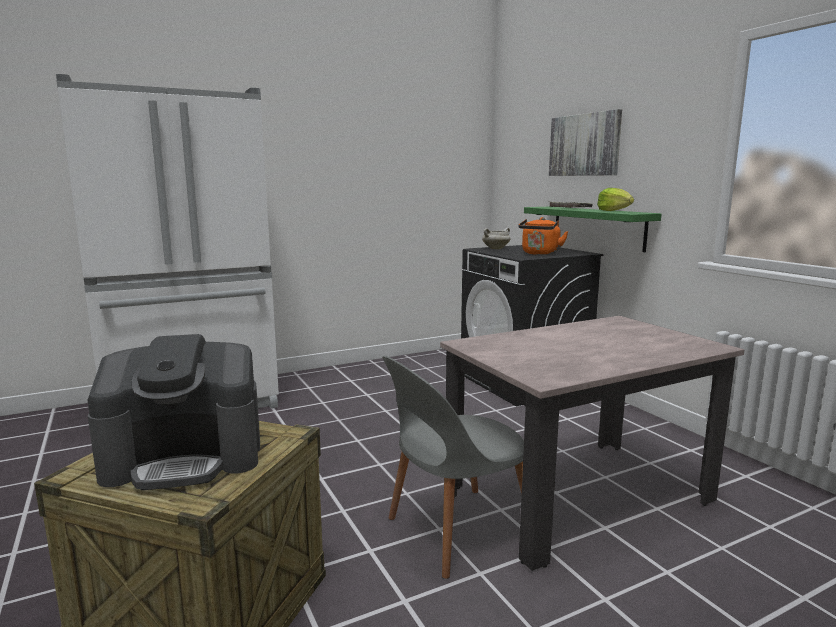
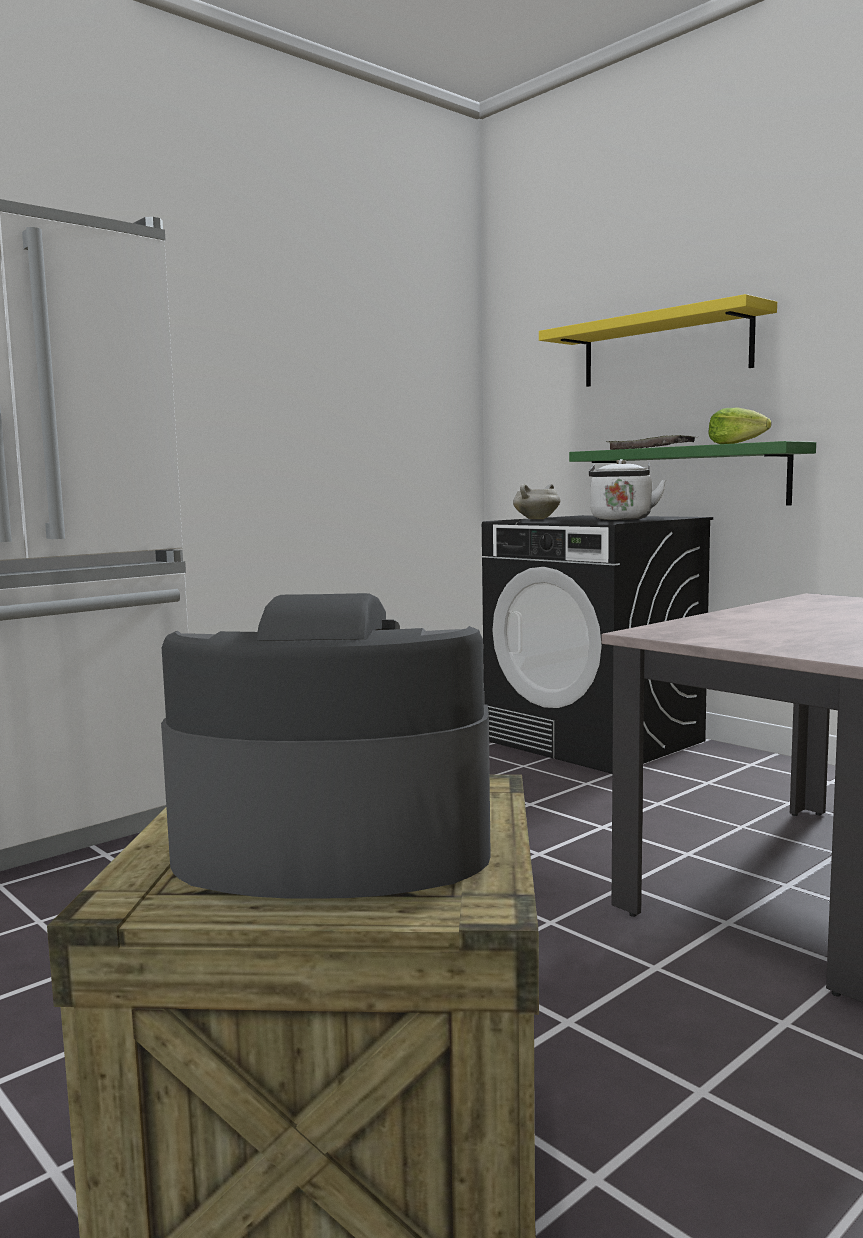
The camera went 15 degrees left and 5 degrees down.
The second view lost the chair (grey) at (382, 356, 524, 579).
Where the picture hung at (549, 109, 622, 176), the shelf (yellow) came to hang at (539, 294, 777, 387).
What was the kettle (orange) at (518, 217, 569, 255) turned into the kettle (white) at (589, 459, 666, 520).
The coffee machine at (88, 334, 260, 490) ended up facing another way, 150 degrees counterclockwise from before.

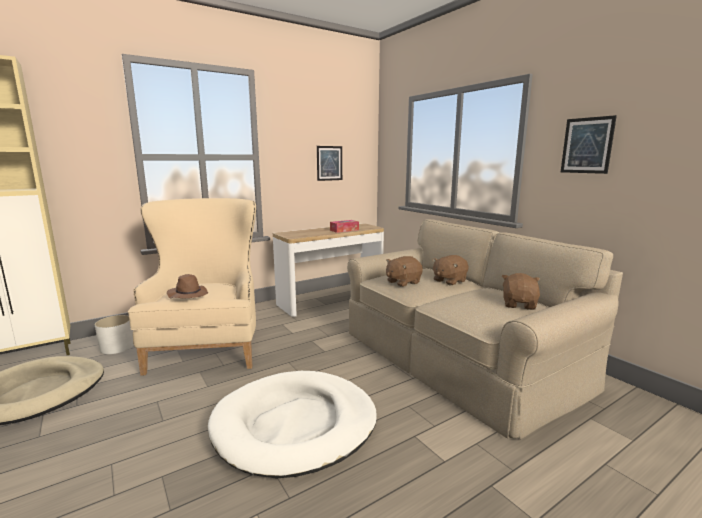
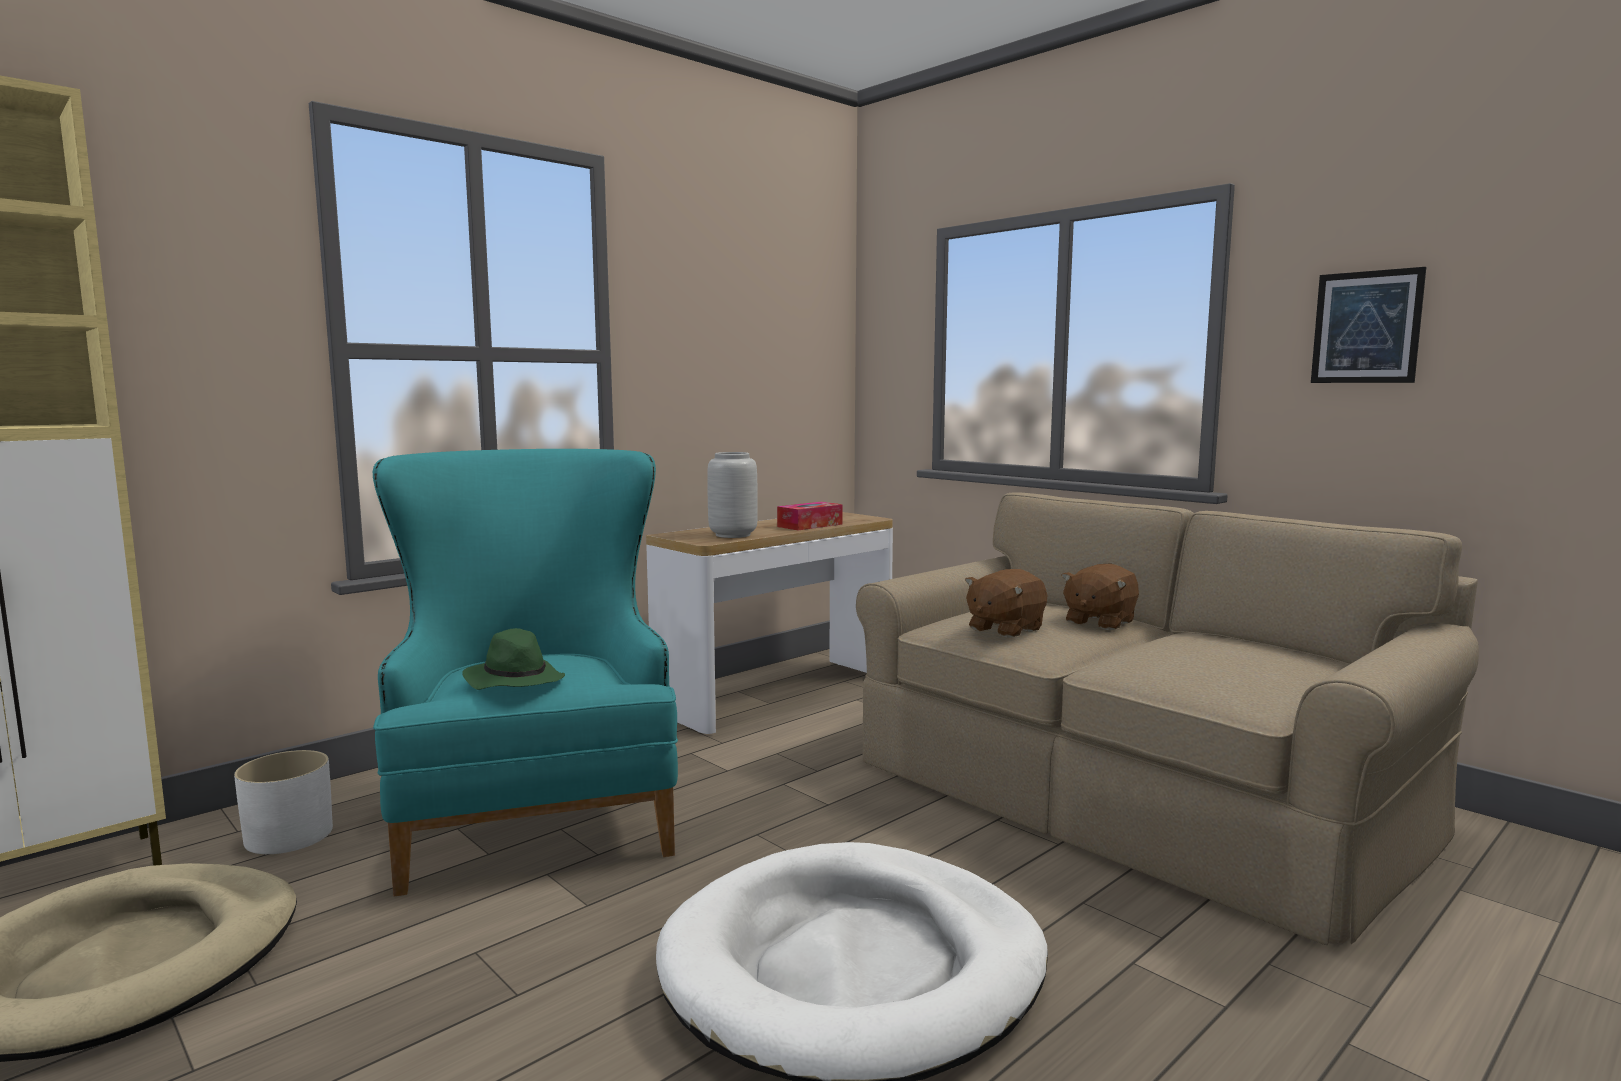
The camera went 10 degrees left and 5 degrees down.
The second view lost the picture at (317, 146, 342, 181).
The second view lost the plush toy (brown) at (502, 273, 540, 310).
The second view gained the vase (grey) at (707, 452, 758, 538).
What was the armchair (beige) at (128, 198, 256, 376) turned into the armchair (turquoise) at (373, 449, 678, 896).
What was the hat (brown) at (167, 274, 208, 298) turned into the hat (green) at (462, 628, 565, 690).

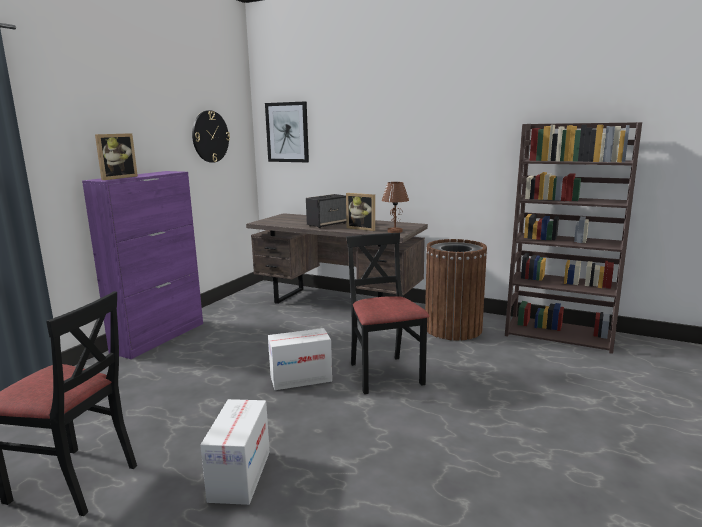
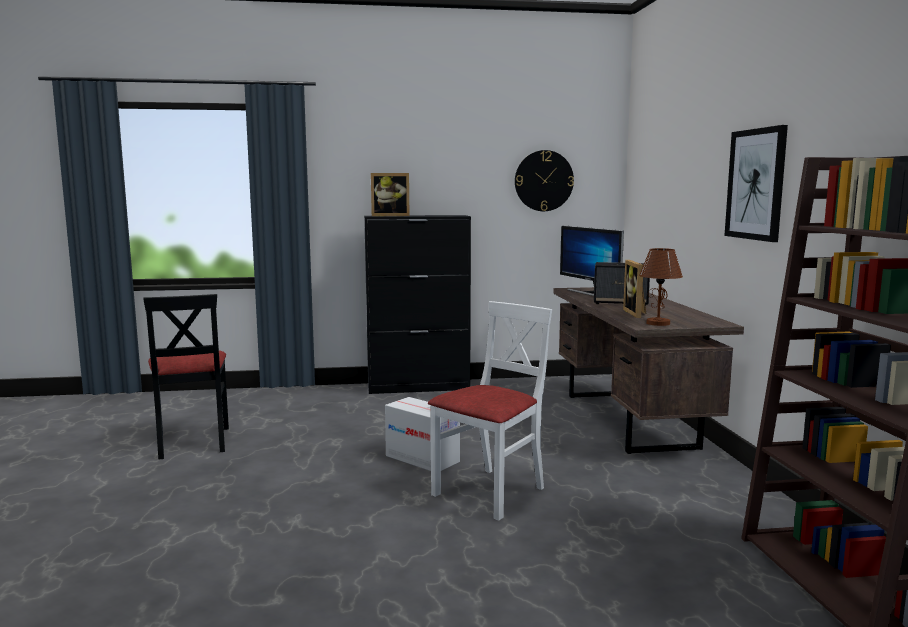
The camera went 55 degrees right and 5 degrees down.
The second view lost the cardboard box at (200, 399, 270, 505).
The second view lost the trash can (brown) at (425, 239, 487, 341).
The second view gained the monitor at (560, 225, 624, 296).
The picture ended up elsewhere, having gone from (265, 102, 309, 162) to (725, 125, 788, 242).
What was the cabinet (purple) at (82, 171, 203, 359) turned into the cabinet (black) at (364, 215, 471, 394).
What was the chair (black) at (346, 233, 430, 394) turned into the chair (white) at (428, 301, 552, 521).

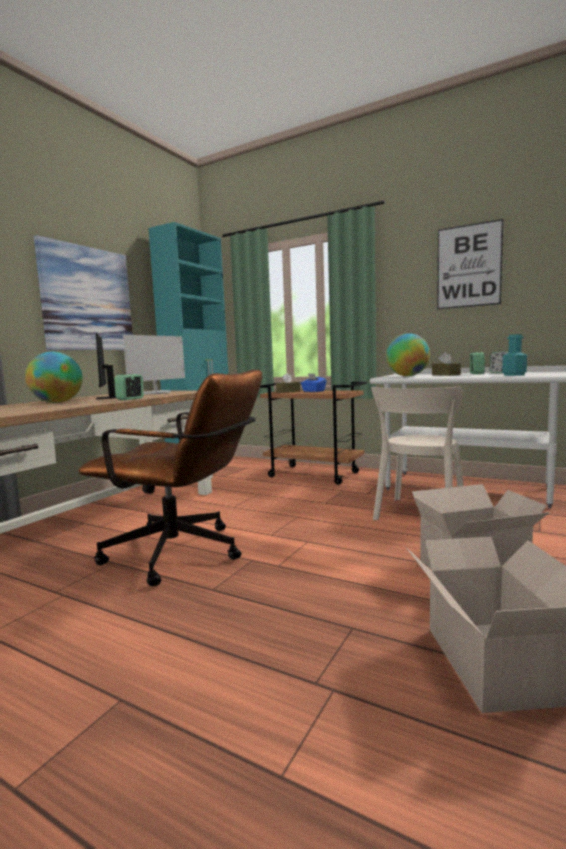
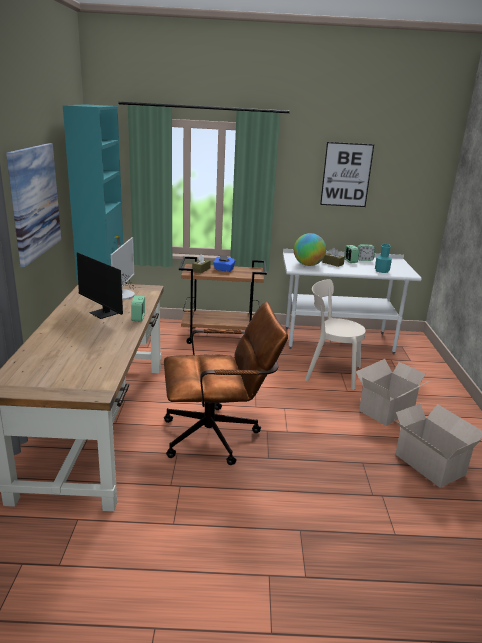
The camera went 30 degrees left and 15 degrees up.
The second view lost the globe at (25, 352, 83, 403).
The chair (beige) at (371, 387, 463, 520) ended up facing another way, 105 degrees clockwise from before.

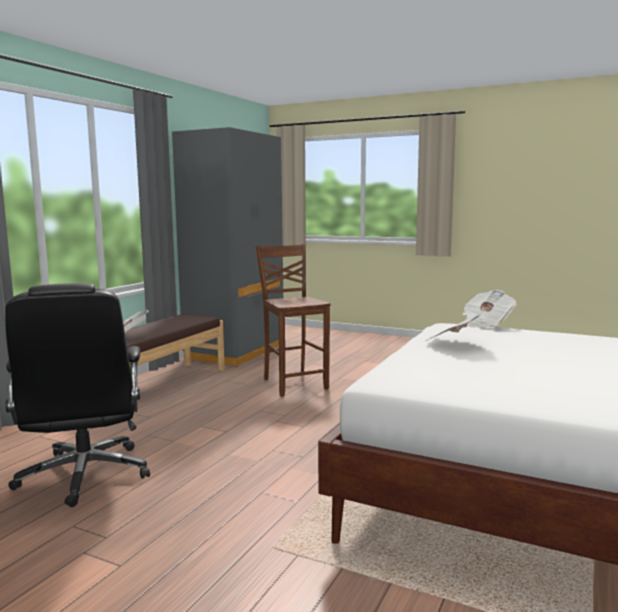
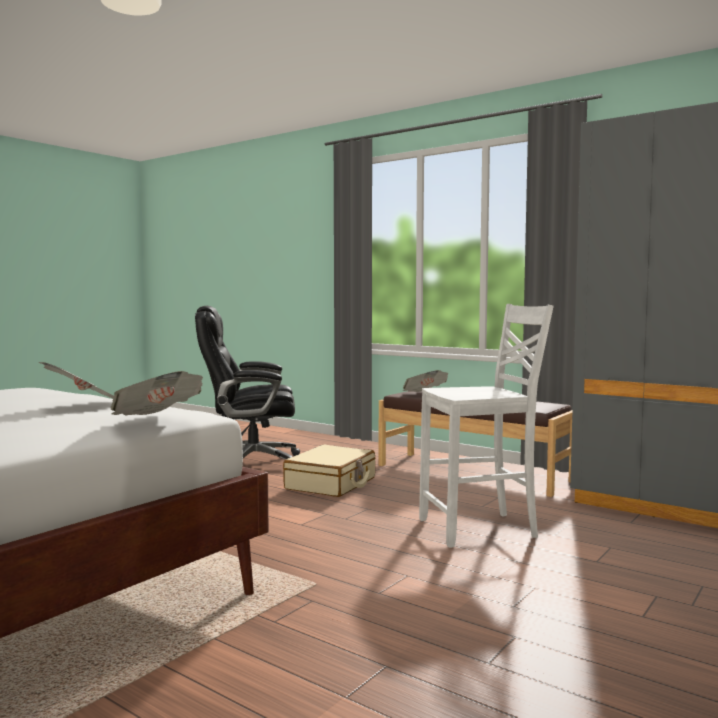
The camera went 100 degrees right and 5 degrees down.
The second view gained the suitcase (beige) at (283, 445, 375, 497).
What was the chair (brown) at (256, 244, 331, 397) turned into the chair (white) at (419, 304, 554, 548).

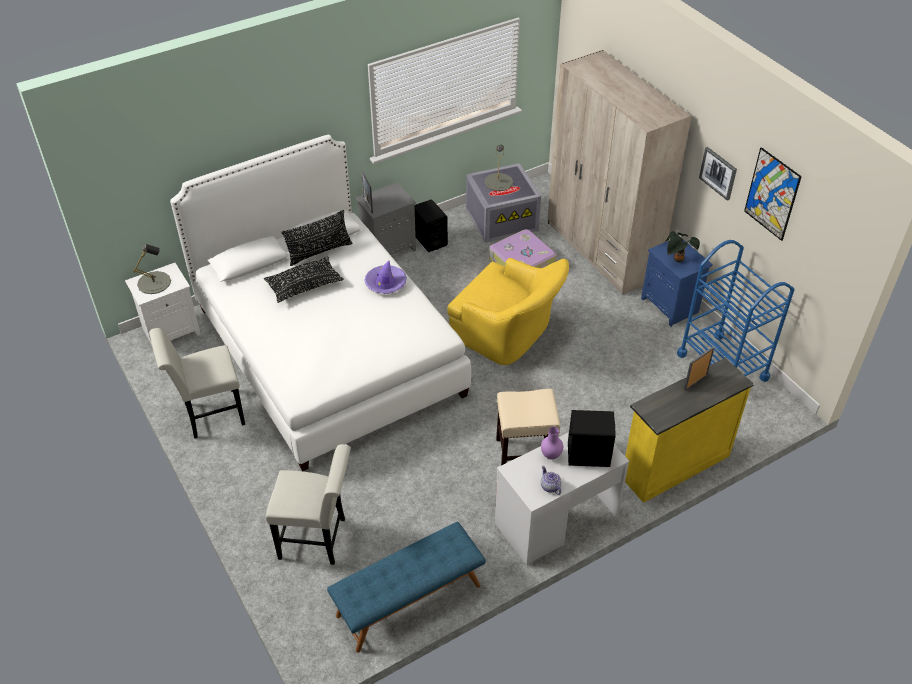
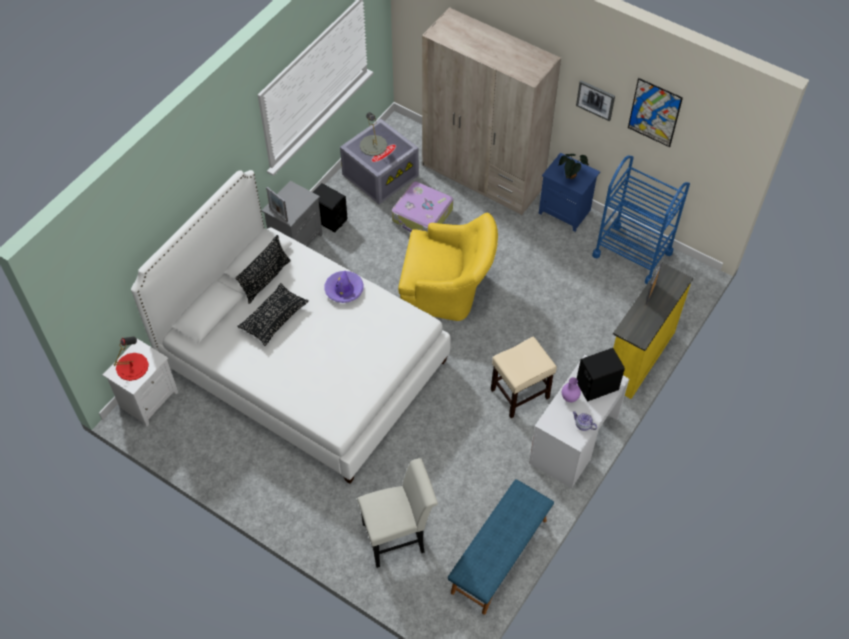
The camera went 25 degrees left and 10 degrees up.
The second view lost the chair (white) at (149, 328, 245, 439).
What was the table lamp (grey) at (133, 244, 171, 294) turned into the table lamp (red) at (113, 336, 149, 381).

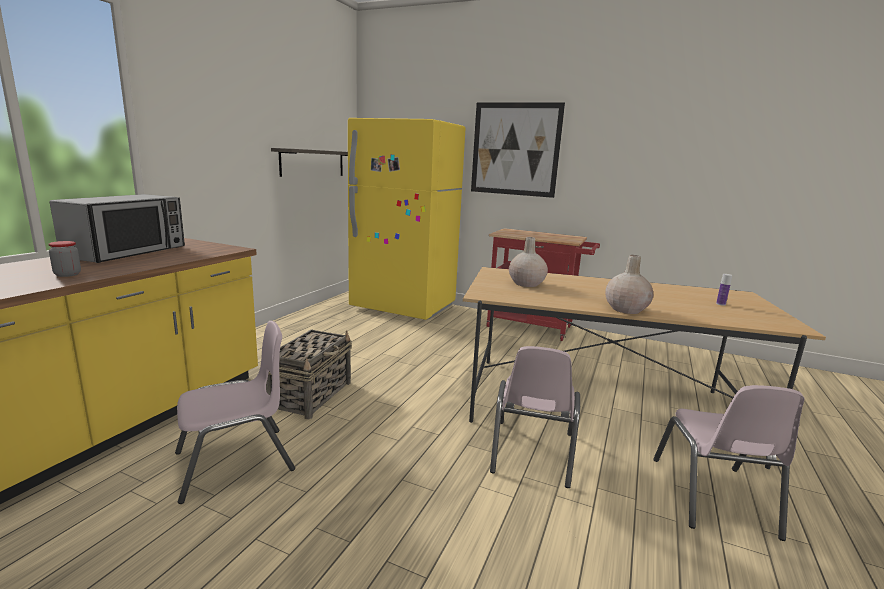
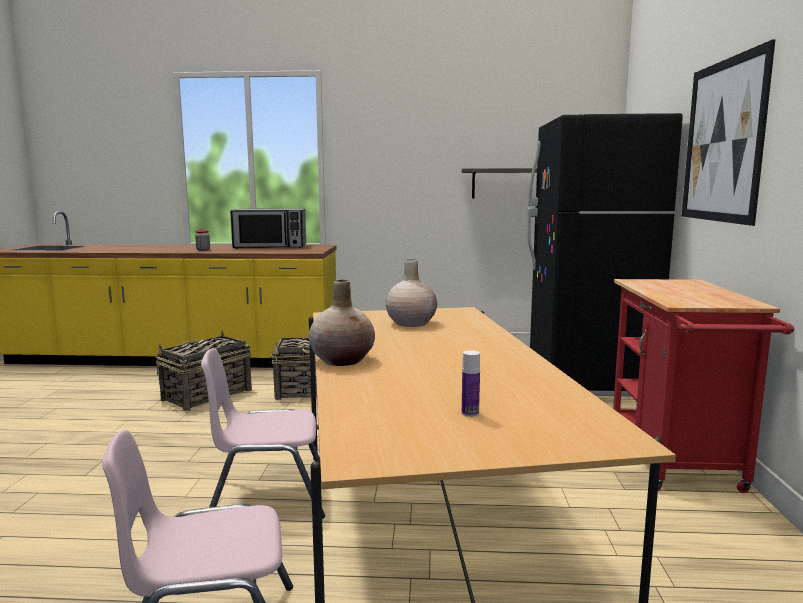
The camera went 70 degrees right and 5 degrees down.
Where the chair (pink) stood at (175, 321, 295, 504), the basket came to stand at (155, 331, 252, 411).
What was the fridge (yellow) at (348, 118, 465, 320) turned into the fridge (black) at (527, 113, 683, 397).

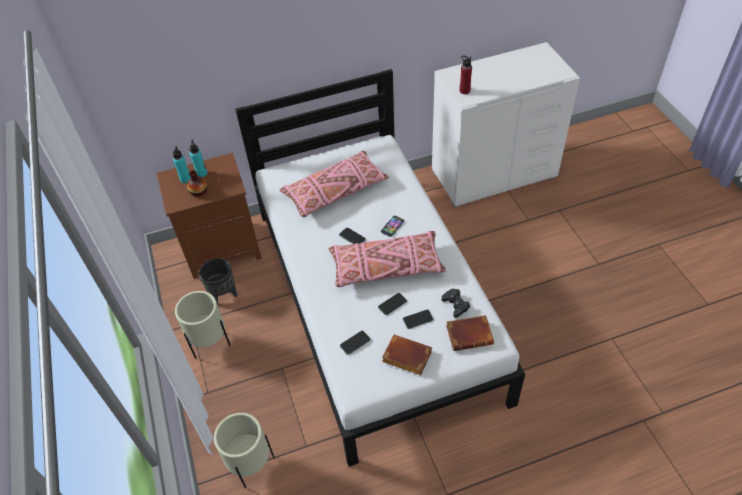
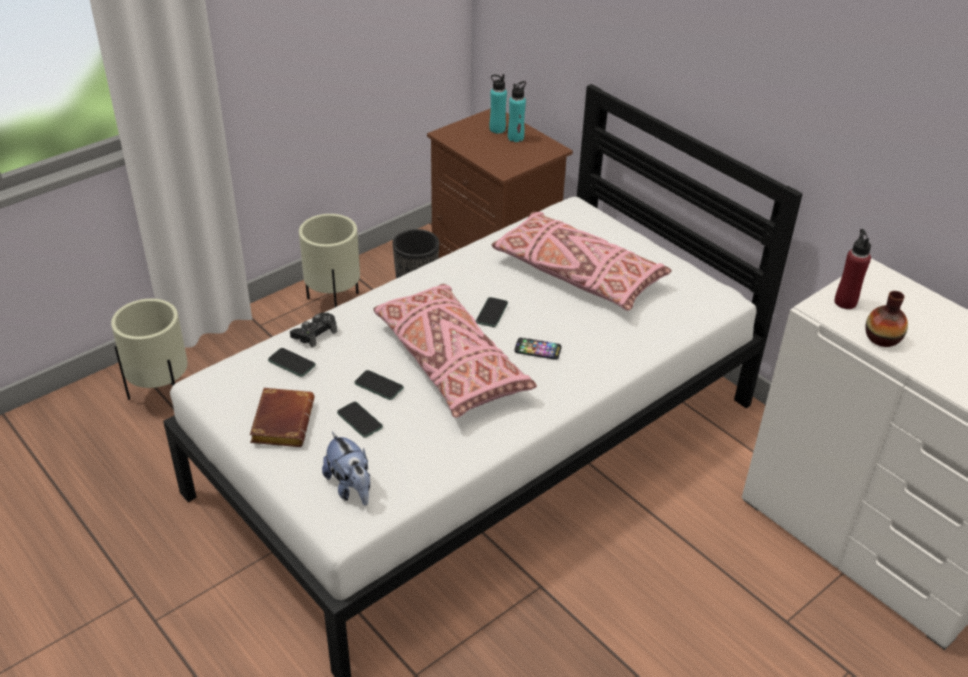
The camera went 65 degrees right and 10 degrees down.
The vase ended up elsewhere, having gone from (187, 170, 207, 197) to (865, 291, 908, 347).
The game controller (black) ended up elsewhere, having gone from (442, 289, 470, 318) to (290, 313, 337, 348).
Where the book (brown) stood at (446, 315, 494, 351), the plush toy came to stand at (322, 432, 370, 506).

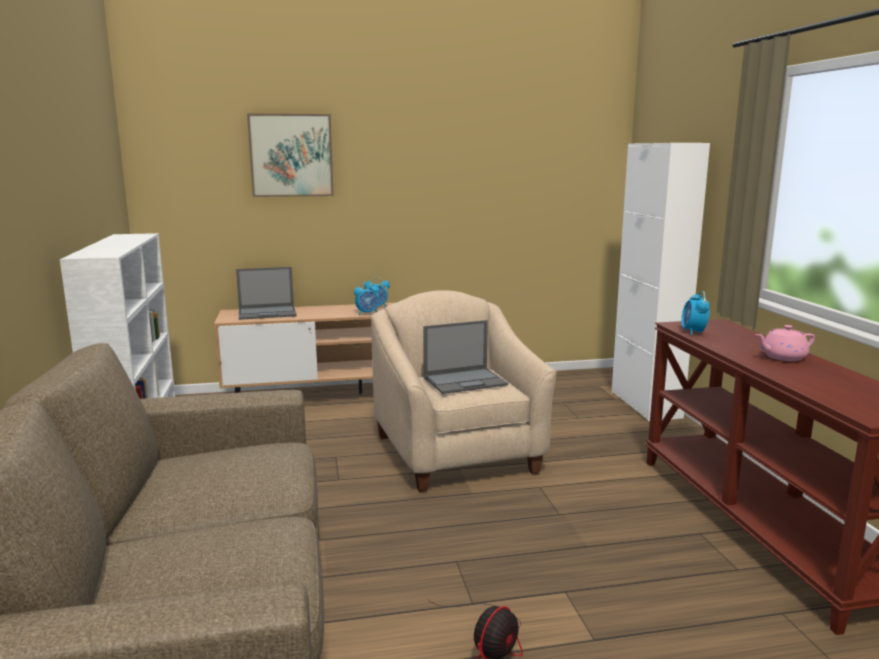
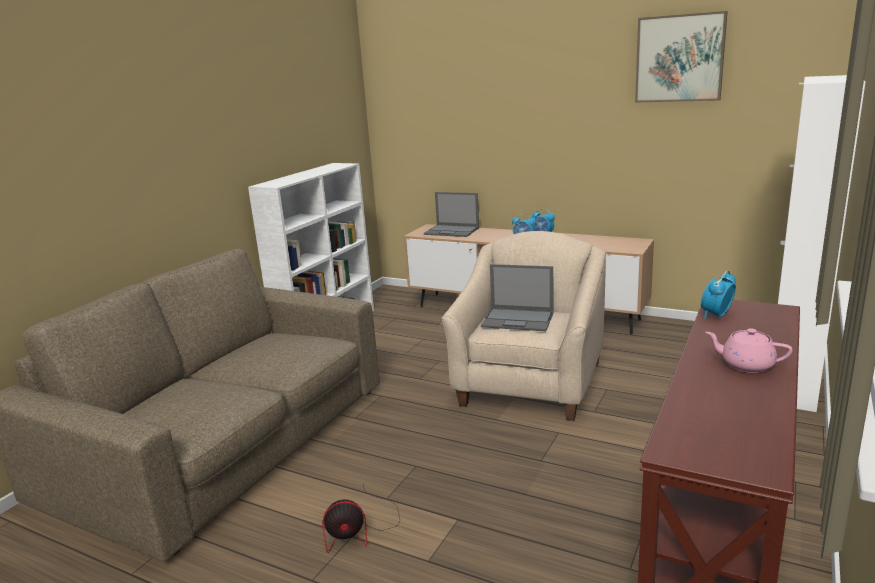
The camera went 40 degrees right and 5 degrees up.
The picture ended up elsewhere, having gone from (247, 113, 334, 197) to (635, 11, 728, 103).

